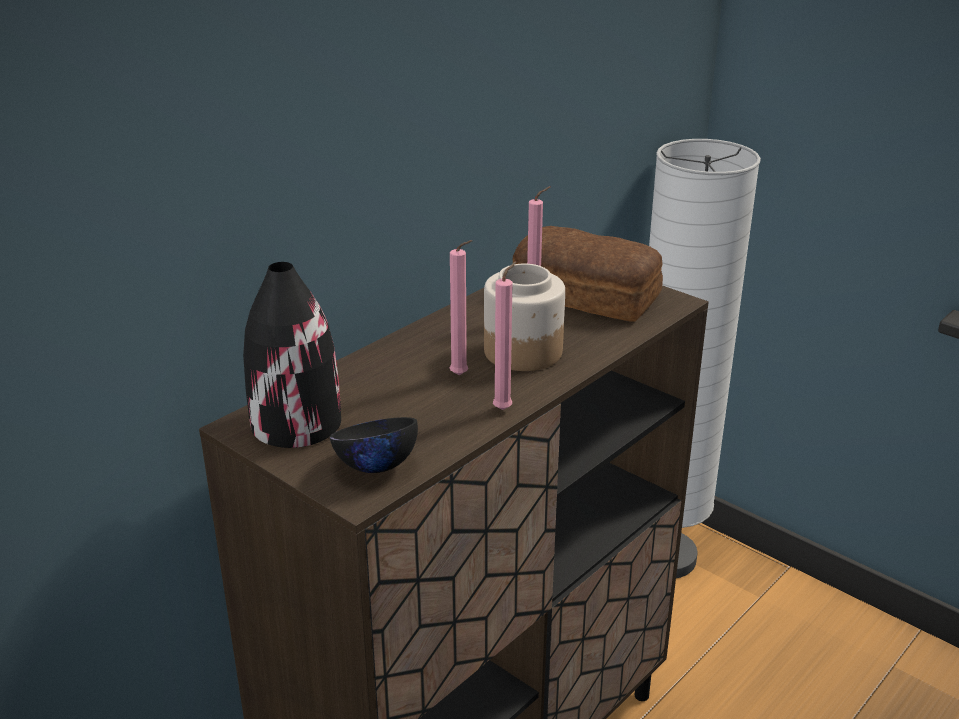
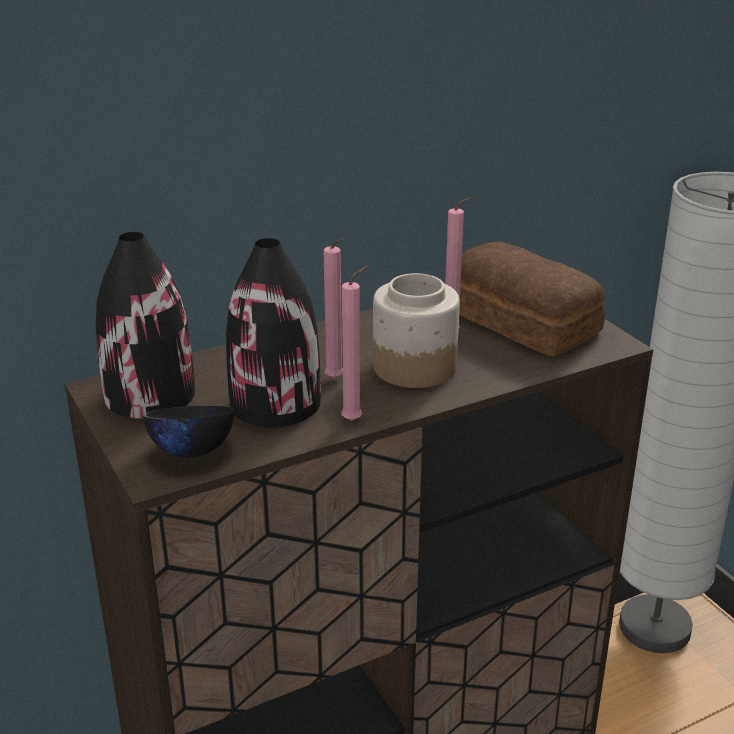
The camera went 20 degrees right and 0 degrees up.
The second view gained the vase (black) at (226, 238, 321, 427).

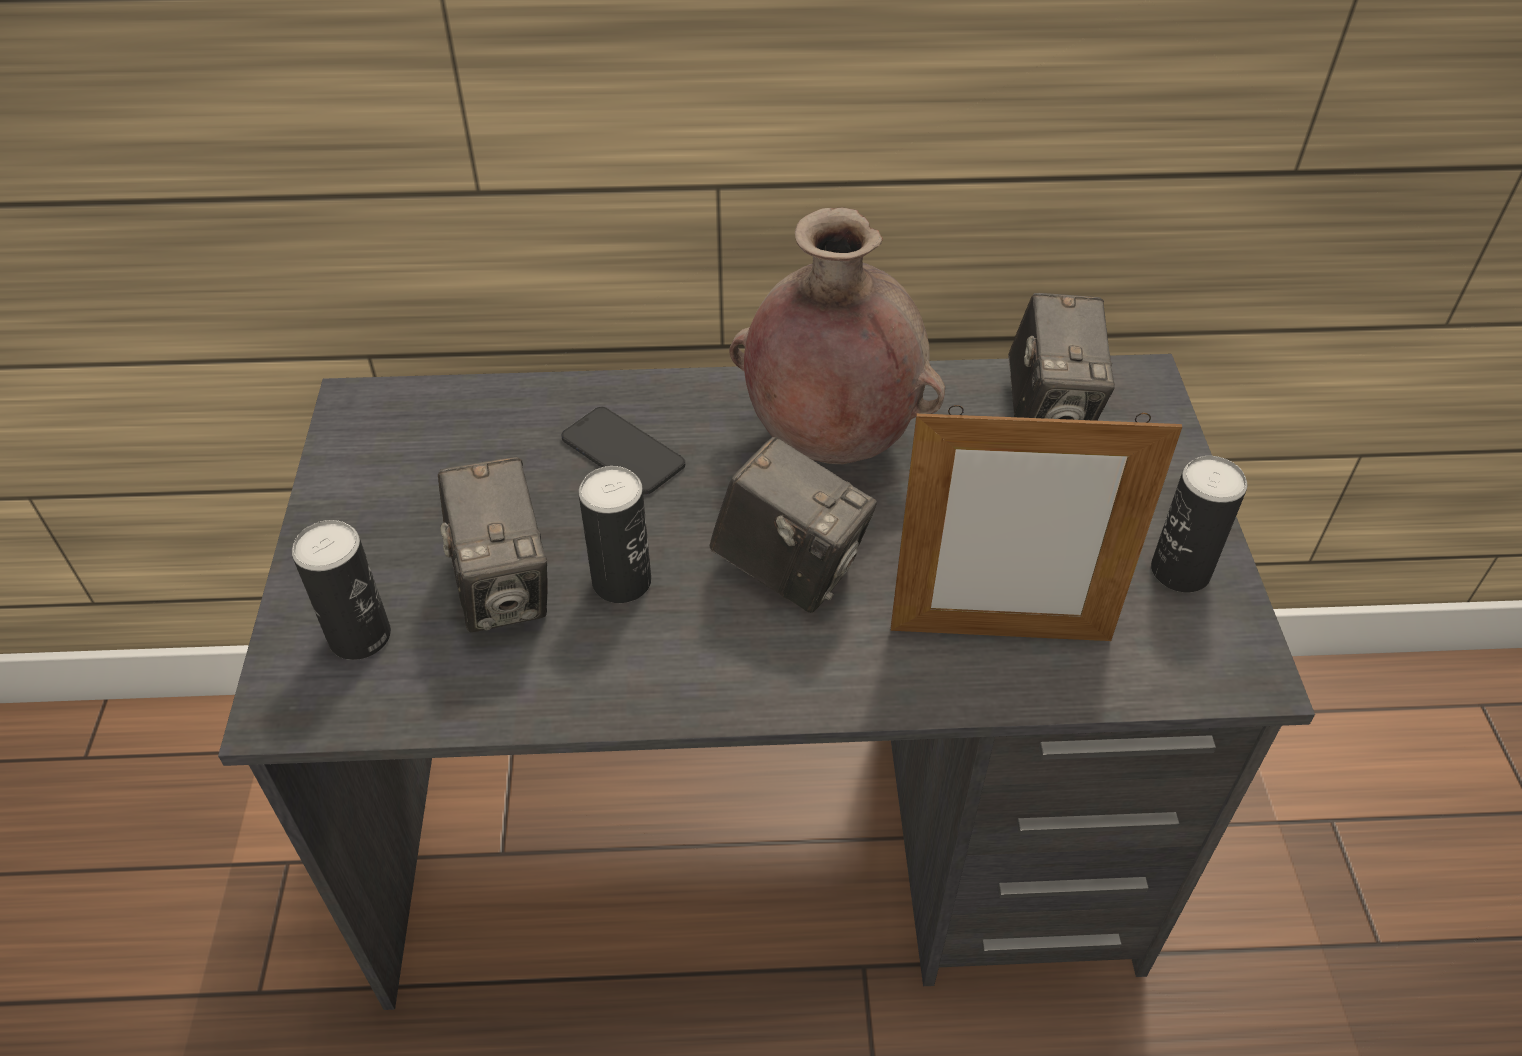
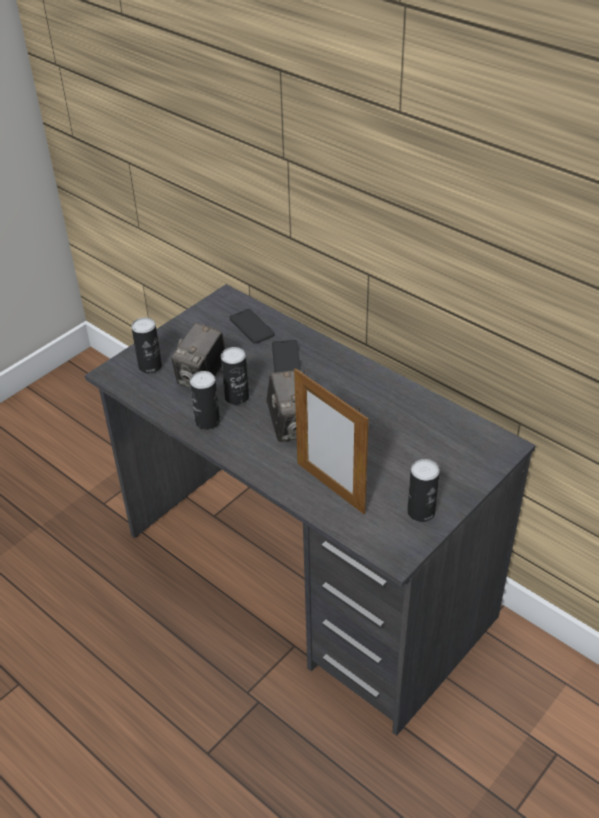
The camera went 45 degrees right and 5 degrees down.
The second view lost the vase (brown) at (729, 207, 945, 464).
The second view lost the photo camera at (1008, 293, 1115, 421).
The second view gained the can at (190, 371, 220, 430).
The second view gained the phone at (230, 309, 275, 344).

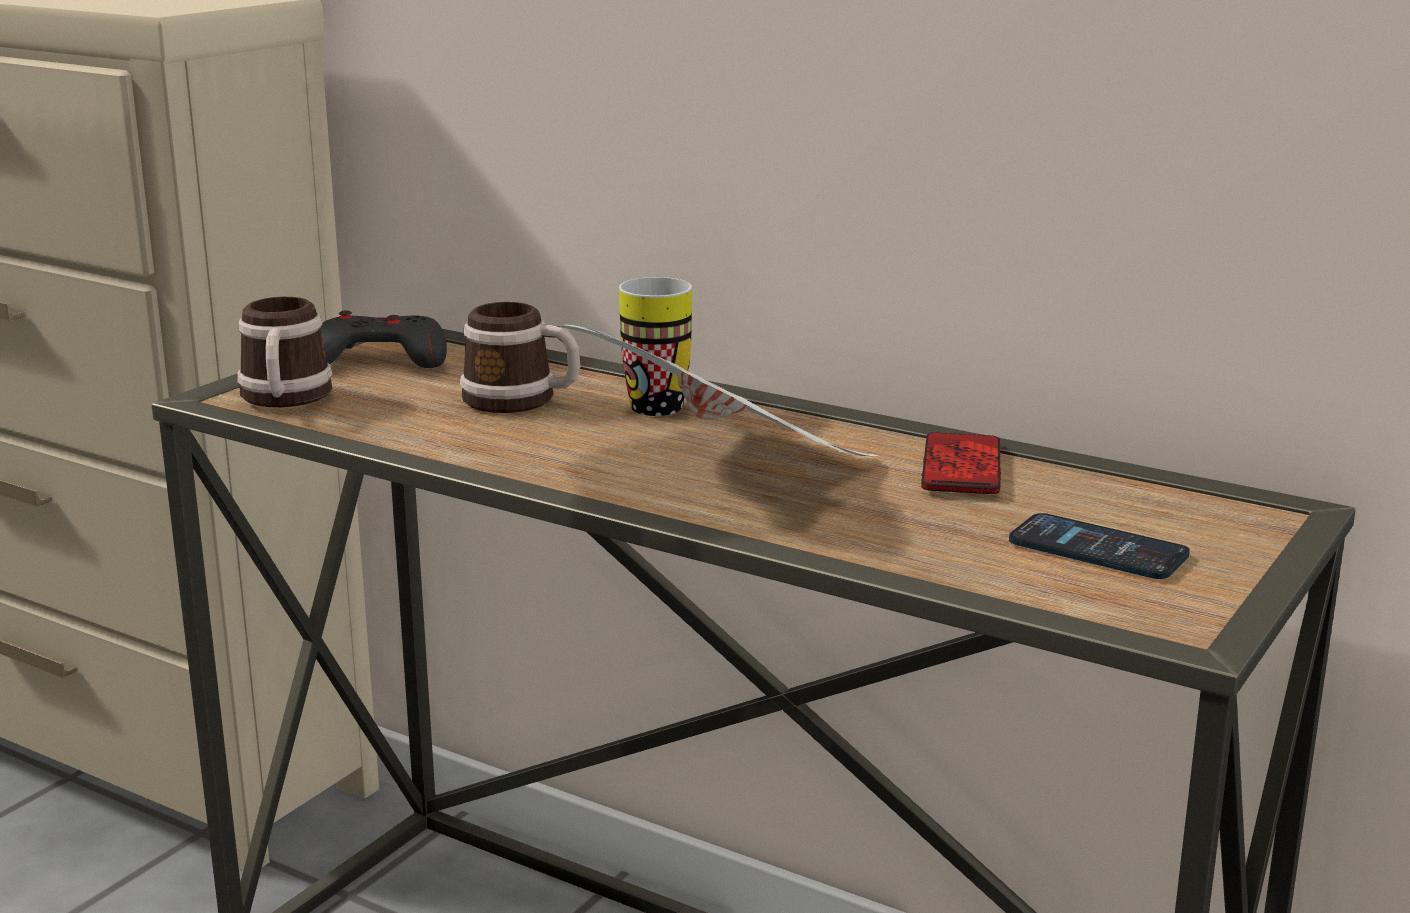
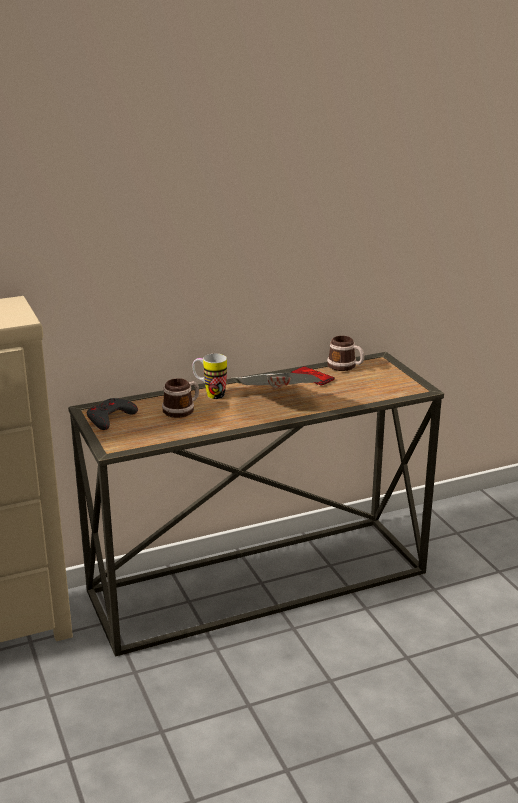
The camera went 55 degrees left and 5 degrees up.
The second view lost the phone at (1009, 513, 1190, 579).
The mug ended up elsewhere, having gone from (237, 297, 333, 407) to (327, 336, 364, 371).

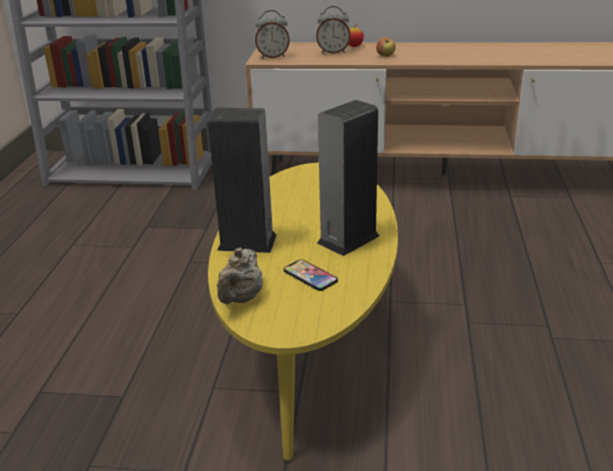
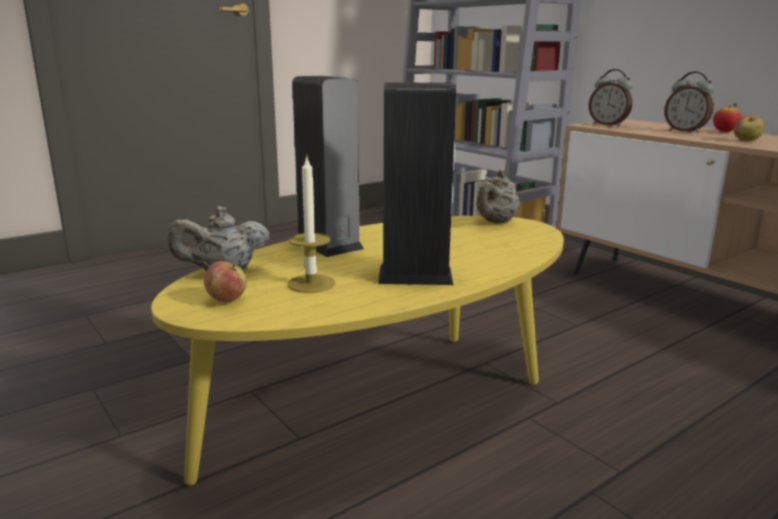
The camera went 45 degrees right and 10 degrees down.
The second view gained the apple at (204, 261, 247, 302).
The second view gained the teapot (beige) at (476, 170, 519, 224).
Where the phone stood at (283, 259, 338, 291), the candle came to stand at (288, 157, 335, 293).

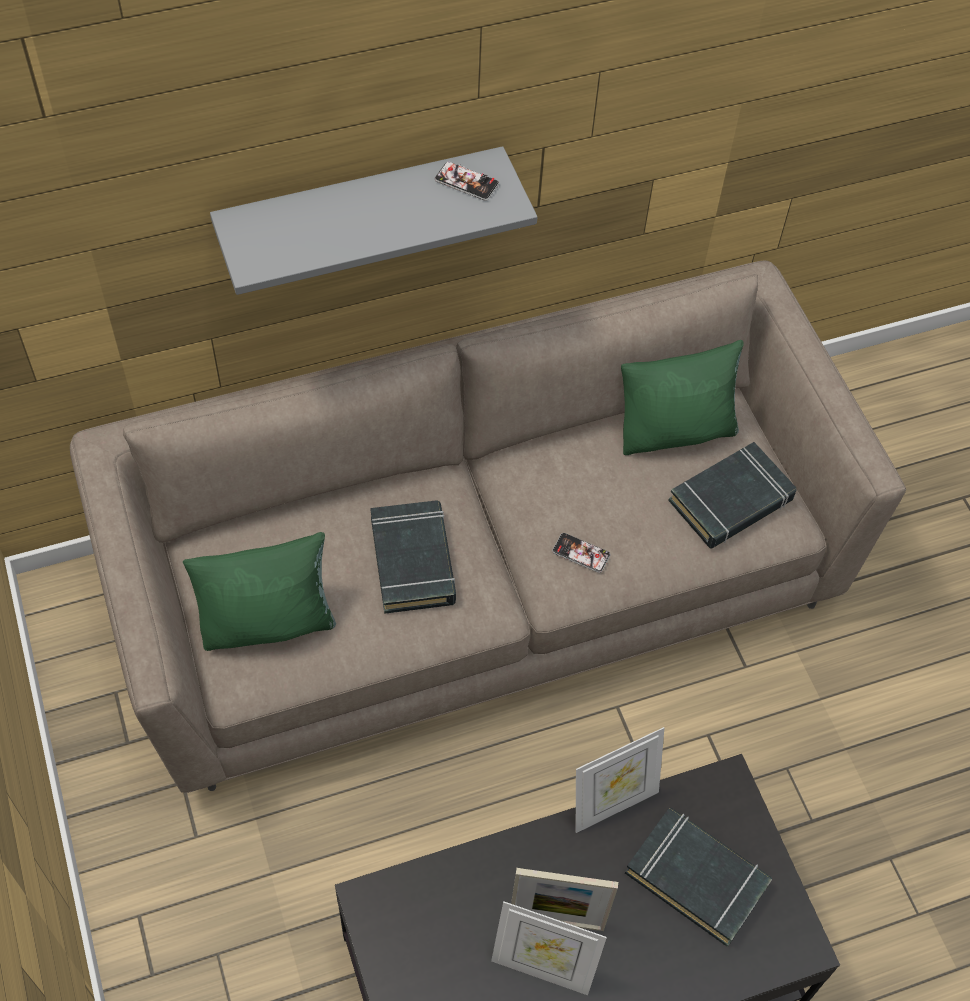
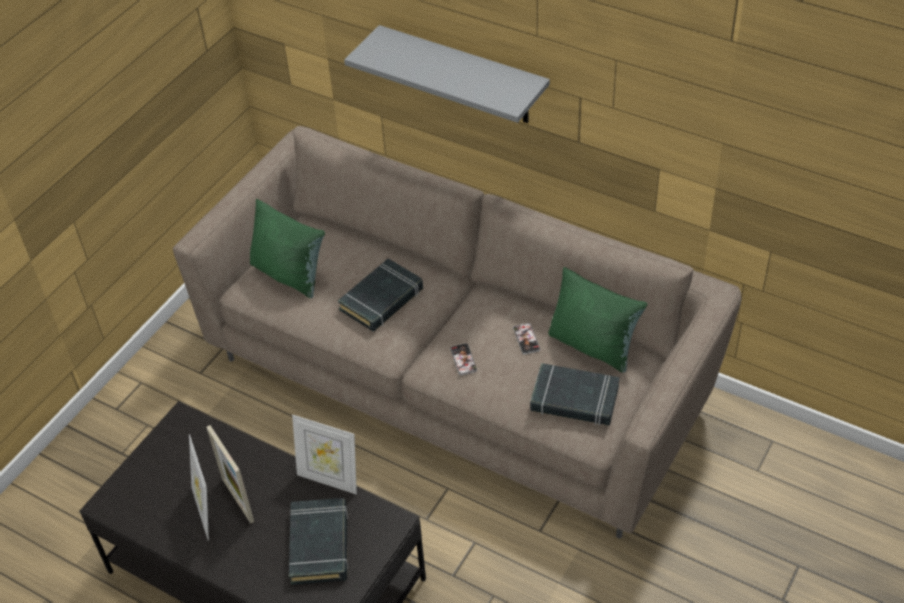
The camera went 55 degrees right and 10 degrees down.
The phone ended up elsewhere, having gone from (434, 161, 499, 201) to (513, 323, 540, 355).

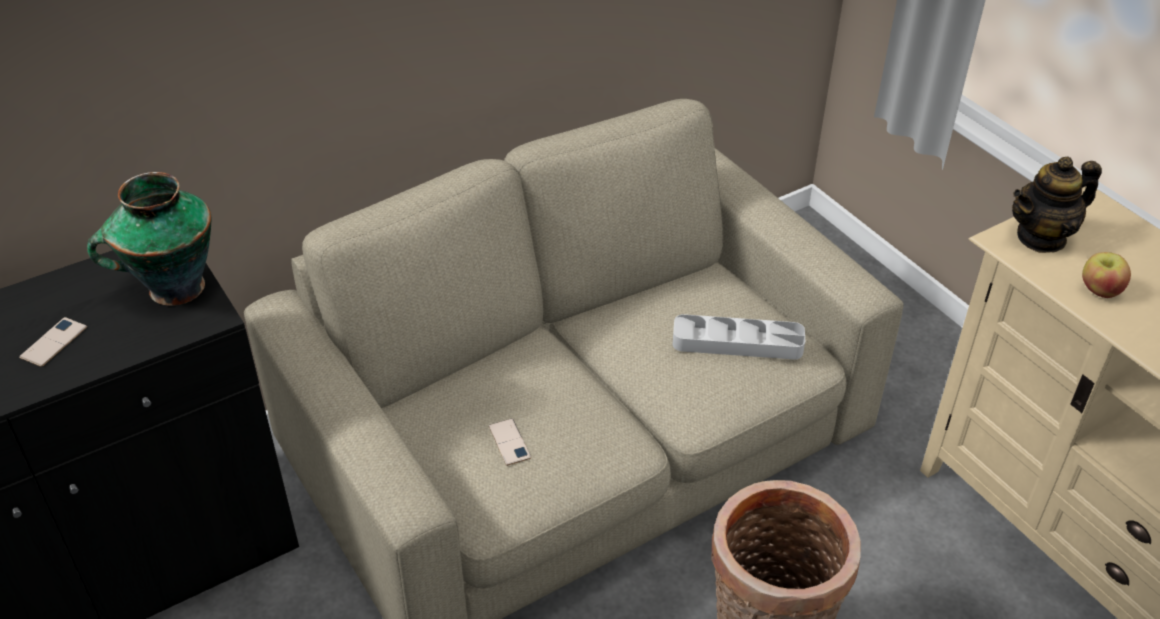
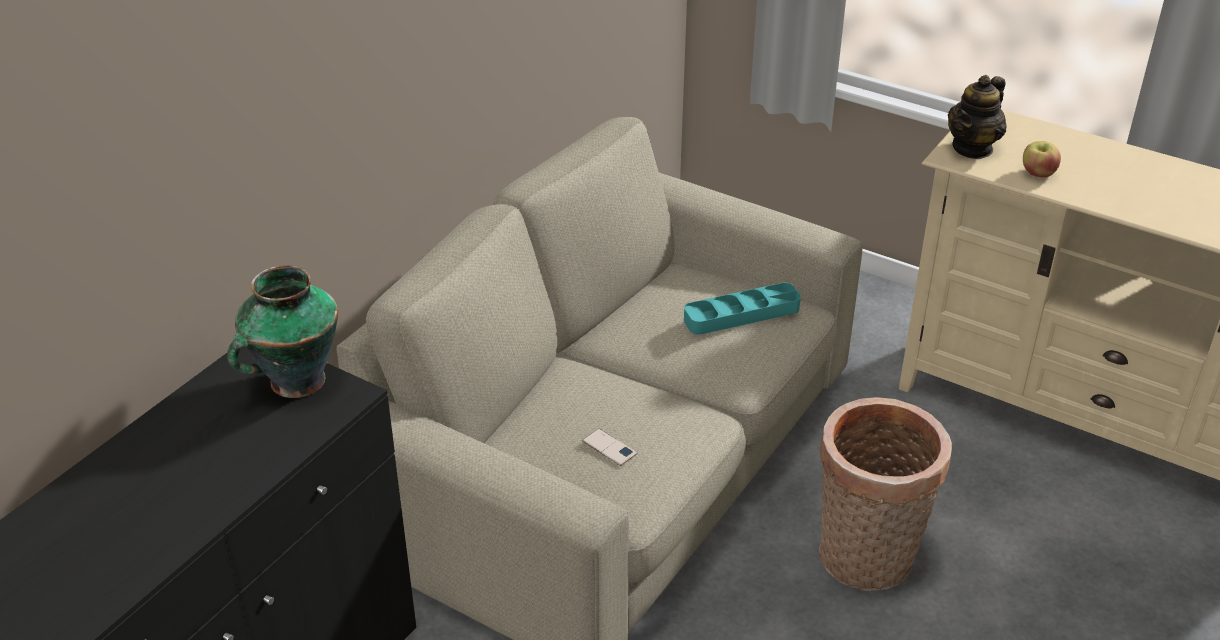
The camera went 25 degrees left and 5 degrees down.
The second view lost the phone at (19, 317, 87, 367).
What was the tray (grey) at (673, 314, 805, 360) turned into the tray (turquoise) at (684, 283, 801, 335).

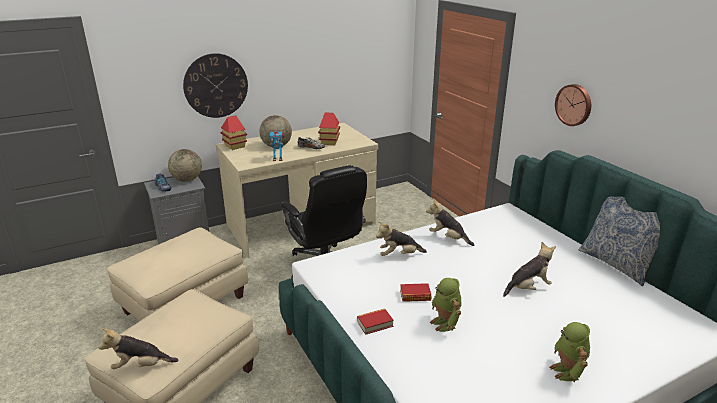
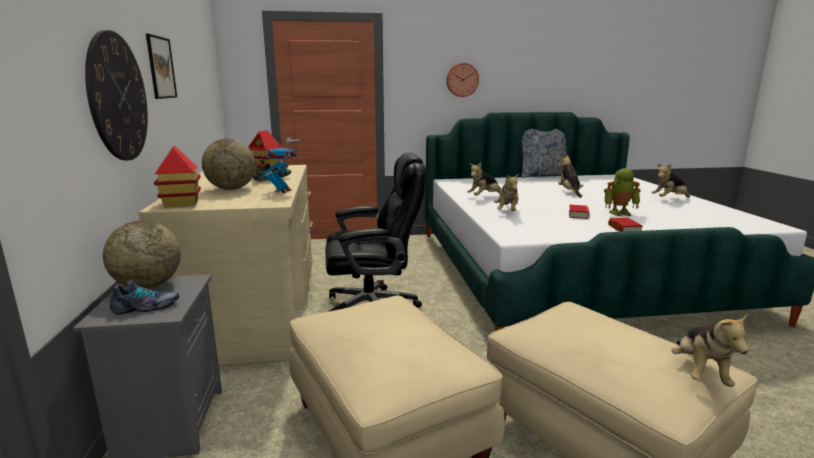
The camera went 70 degrees left and 10 degrees down.
The second view gained the picture at (146, 34, 177, 99).
Where the toy robot stood at (549, 322, 590, 382), the plush toy came to stand at (651, 164, 690, 197).

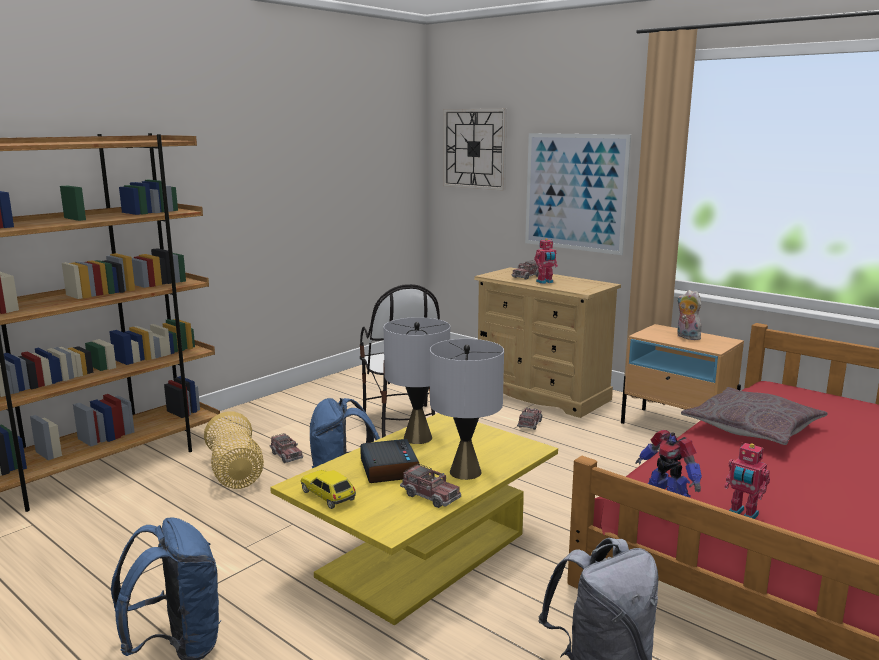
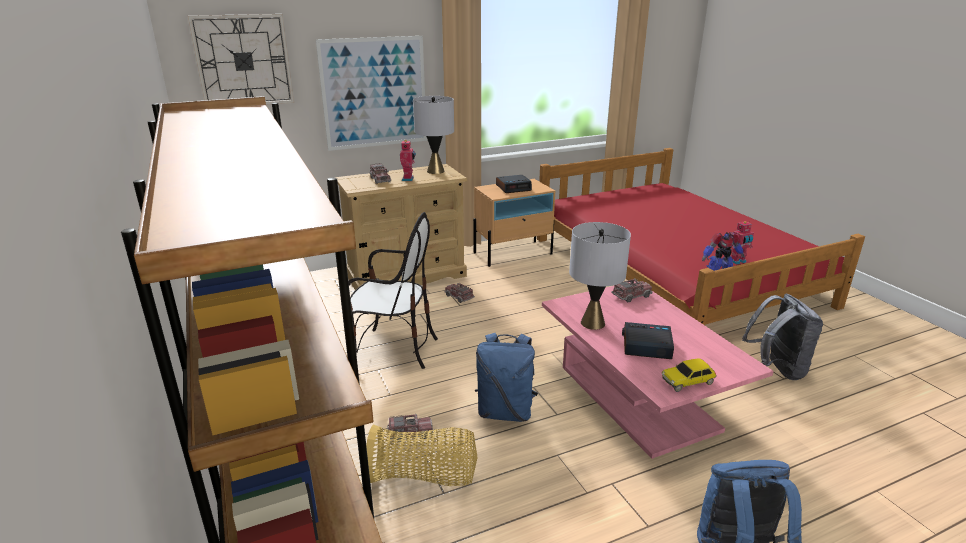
The camera went 65 degrees left and 10 degrees up.
The second view lost the pillow (grey) at (681, 387, 828, 445).
The toy truck ended up elsewhere, having gone from (400, 464, 461, 508) to (611, 278, 653, 302).
The table lamp (grey) ended up elsewhere, having gone from (430, 339, 504, 480) to (413, 96, 454, 174).
Where the plush toy stood at (677, 290, 701, 340), the alarm clock came to stand at (496, 175, 532, 193).
What was the coffee table (yellow) at (270, 413, 558, 625) turned into the coffee table (pink) at (542, 281, 774, 459).

